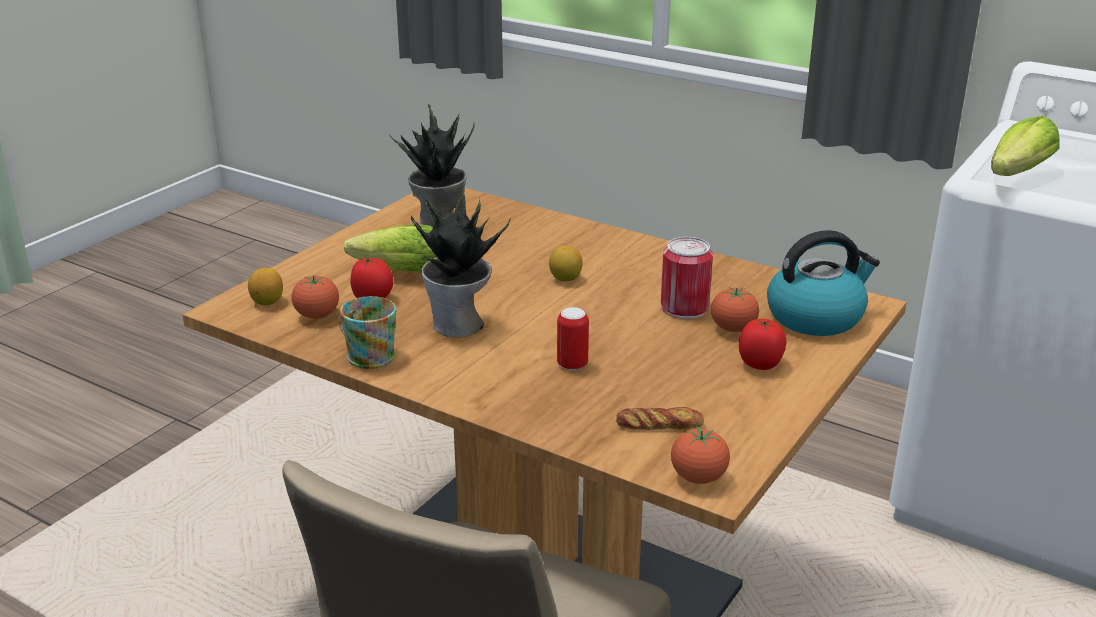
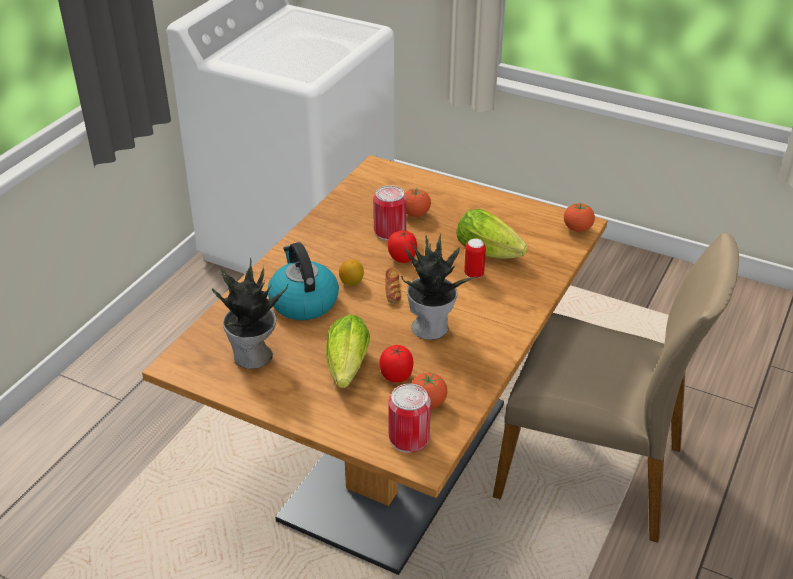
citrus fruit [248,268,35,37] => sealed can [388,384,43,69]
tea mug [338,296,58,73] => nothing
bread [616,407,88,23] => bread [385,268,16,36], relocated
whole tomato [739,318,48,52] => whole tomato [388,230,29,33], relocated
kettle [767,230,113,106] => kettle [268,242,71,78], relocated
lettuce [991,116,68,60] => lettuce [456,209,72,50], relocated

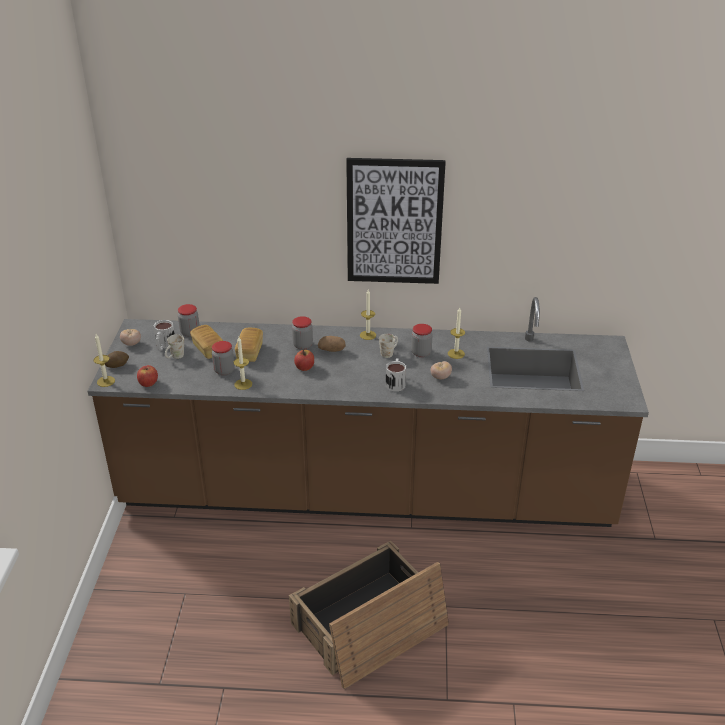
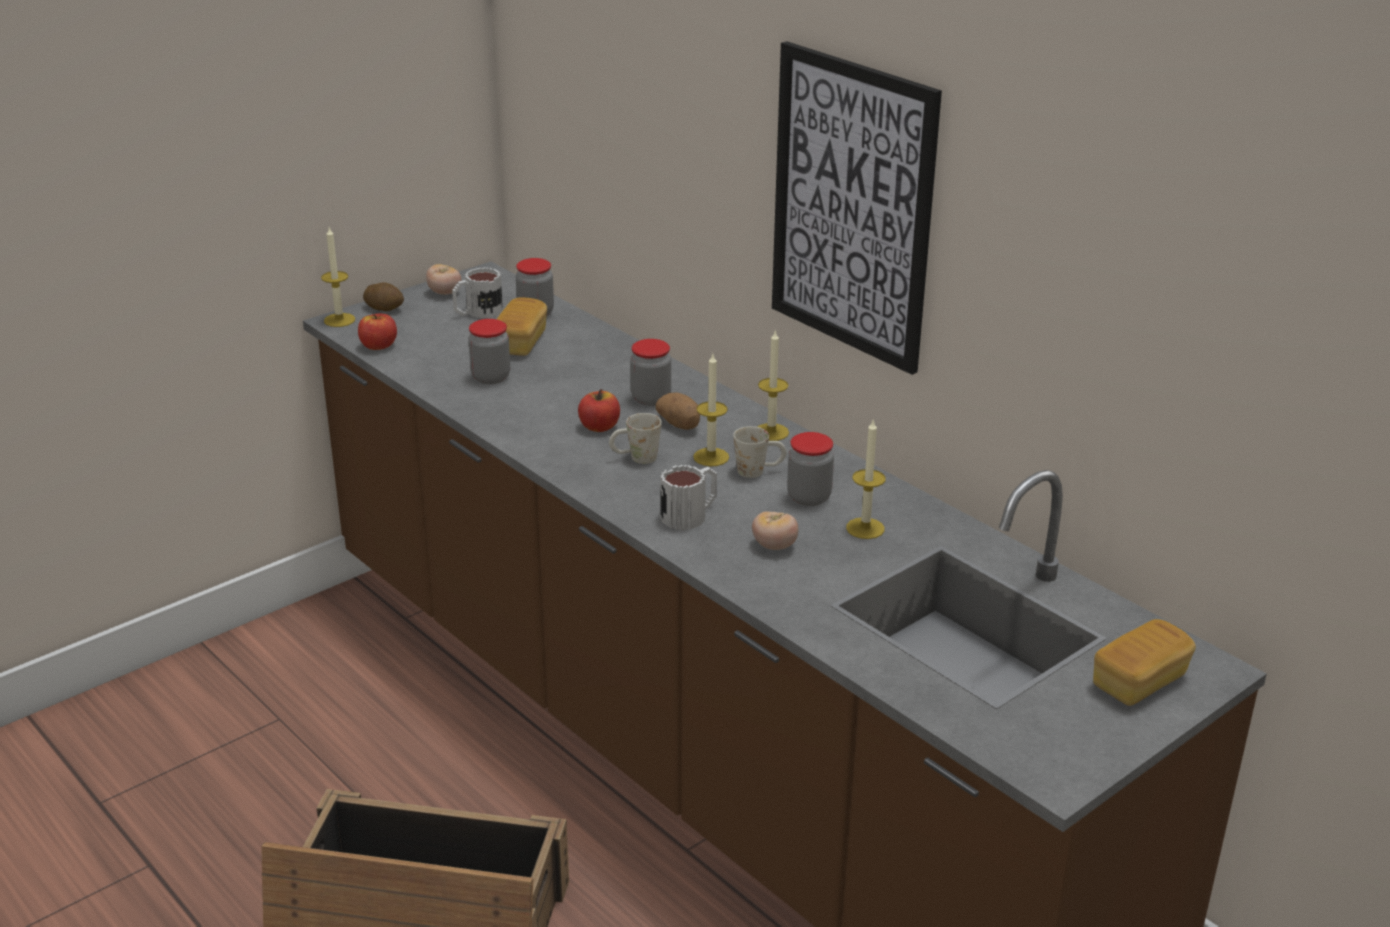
tea mug/whitish [165,334,19,25] => tea mug/whitish [609,413,53,51], relocated
wax candle [234,337,18,53] => wax candle [693,354,36,112], relocated
bread [235,328,28,34] => bread [1093,619,103,87], relocated

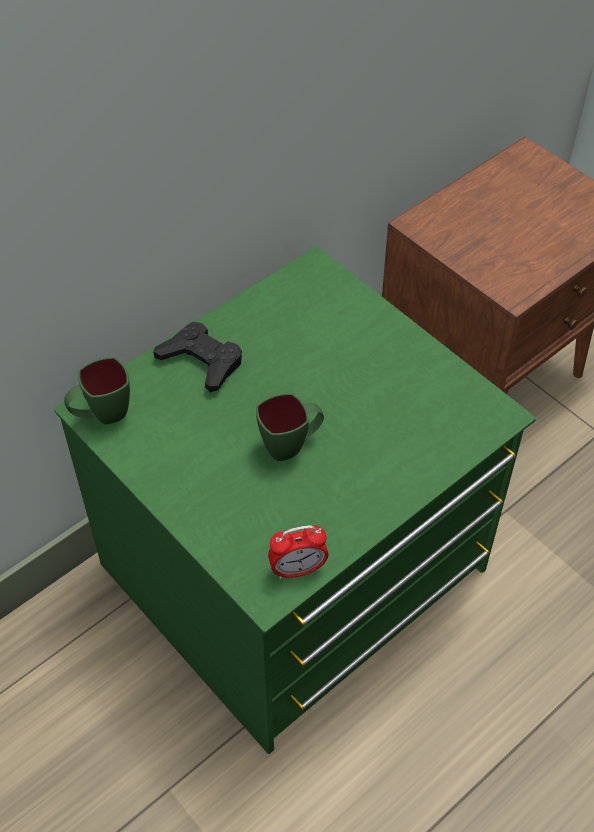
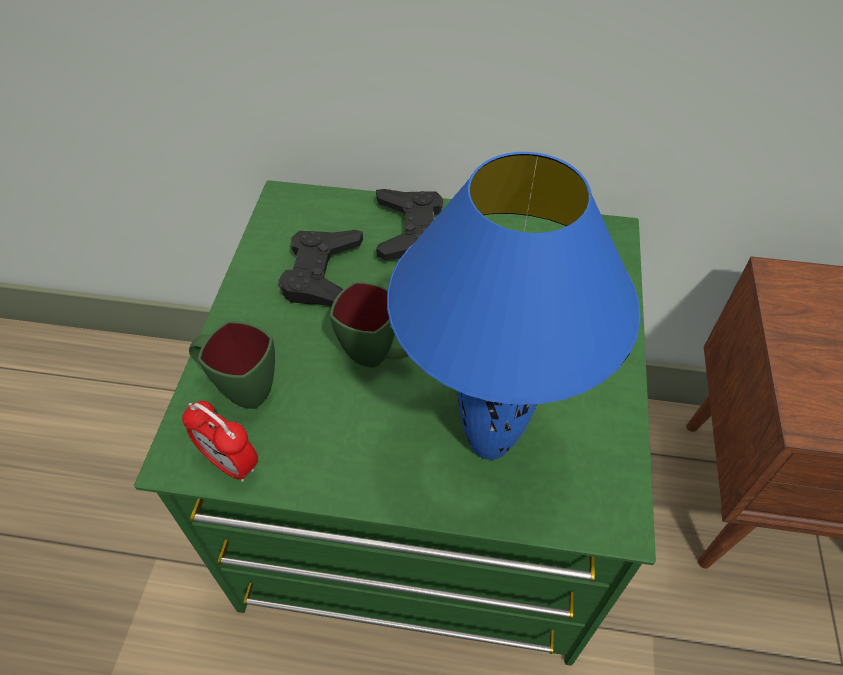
tea mug/green-coloured [64,357,66,67] => tea mug/green-coloured [189,321,86,88], relocated
nothing => game controller/black-coloured [278,230,85,77]
nothing => tabletop lamp/bluish [387,152,254,308]

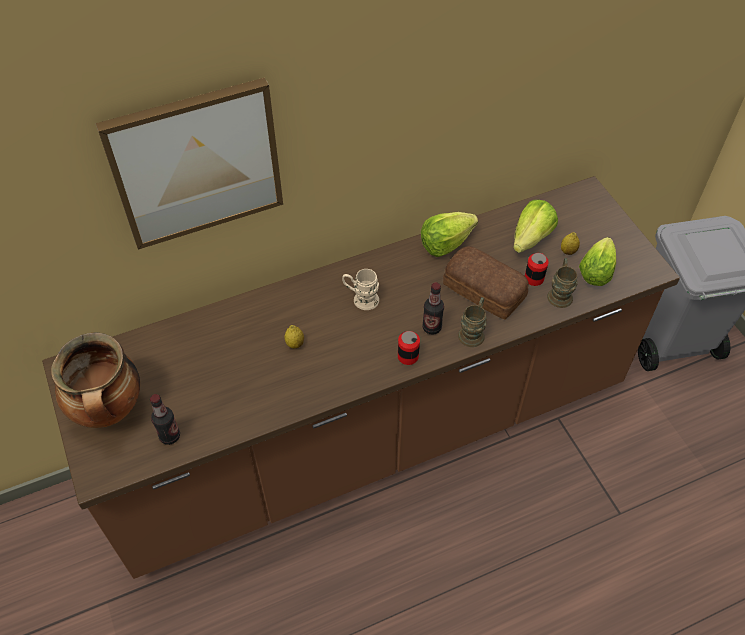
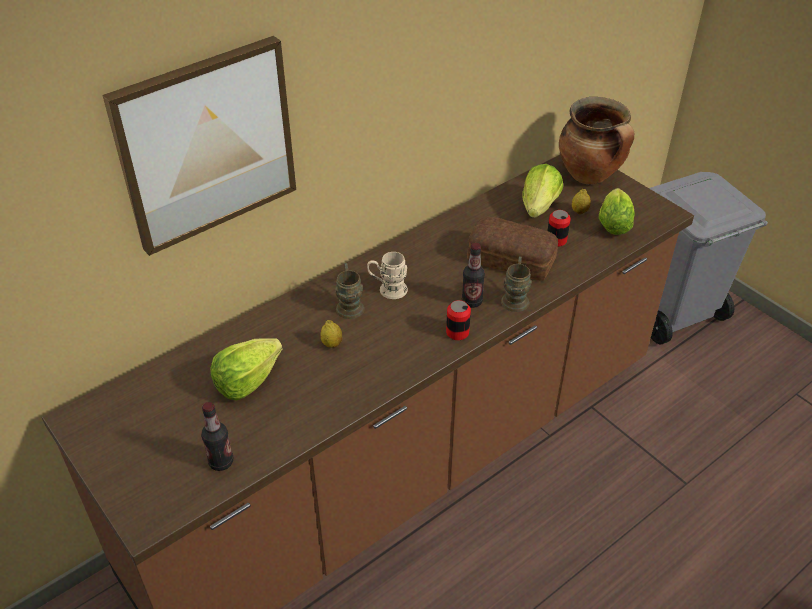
cooking pot [51,332,89,96] => cooking pot [559,97,75,88], relocated
lettuce [421,212,57,45] => lettuce [210,338,72,62], relocated
tea mug/brownish [547,258,31,50] => tea mug/brownish [335,263,30,56], relocated

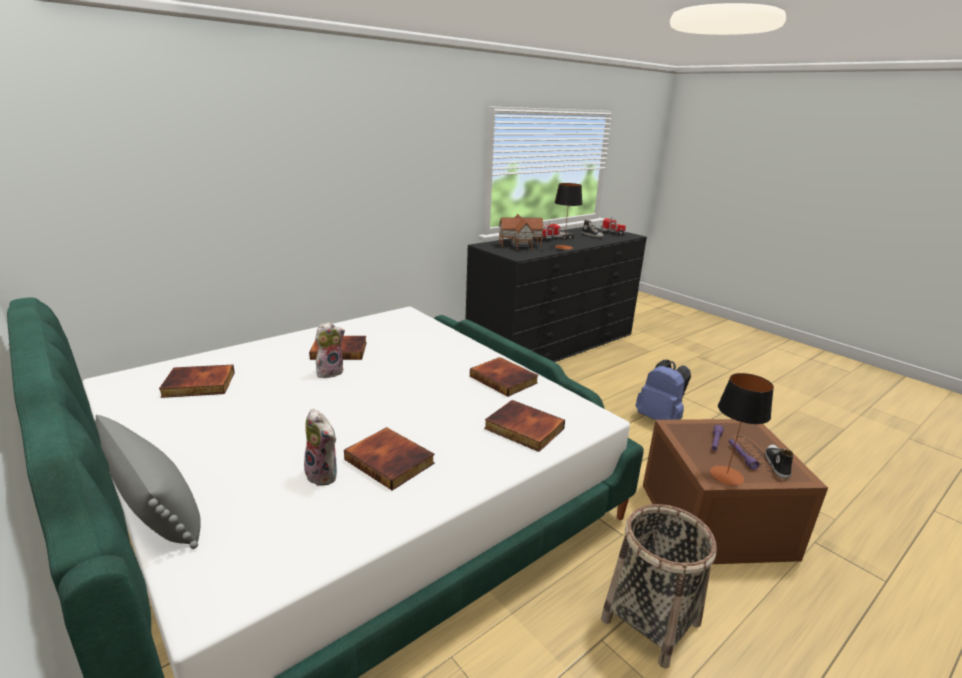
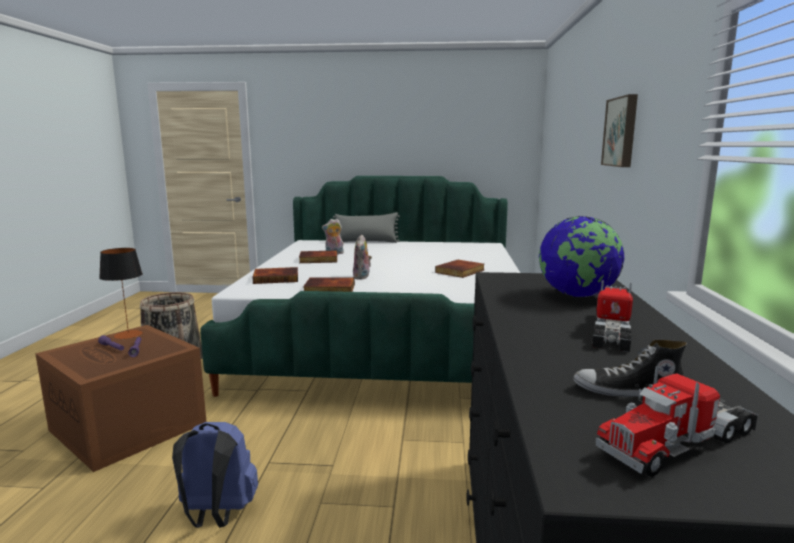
book [159,365,76,33] => nothing
soft toy [315,322,30,56] => soft toy [353,234,19,46], relocated
miniature house [499,214,45,36] => desk globe [539,216,86,81]
tabletop lamp [554,183,28,67] => nothing
shoe [765,445,28,34] => nothing
nothing => wall art [601,94,37,73]

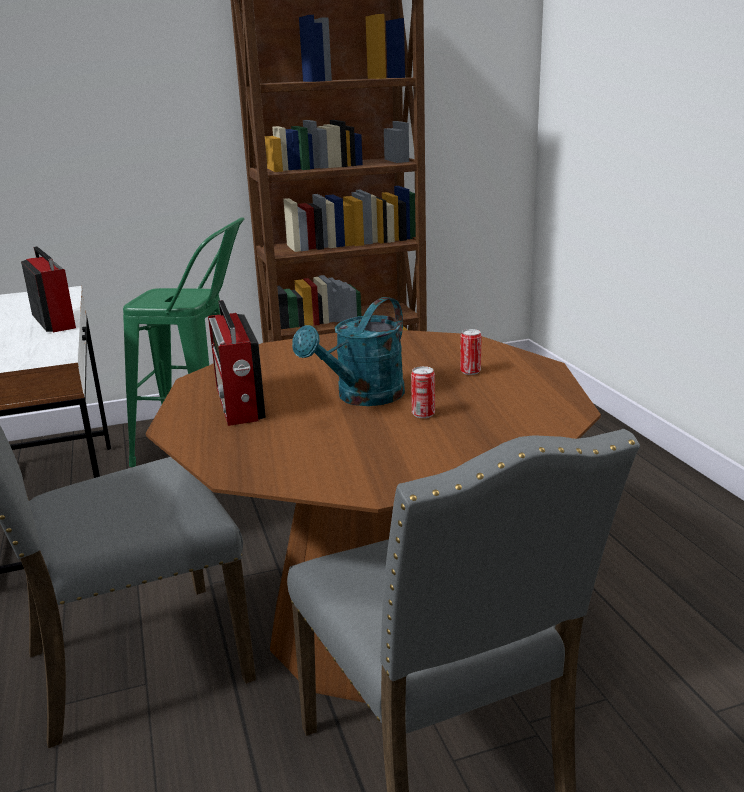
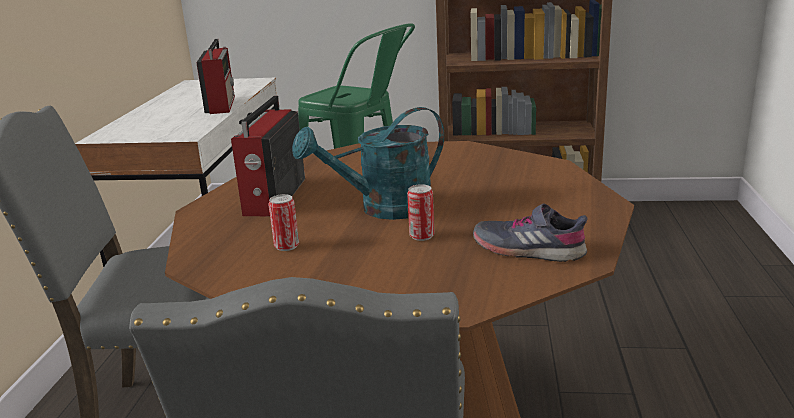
sealed can [460,329,22,46] => sealed can [268,194,31,57], relocated
nothing => shoe/gray [473,203,115,59]

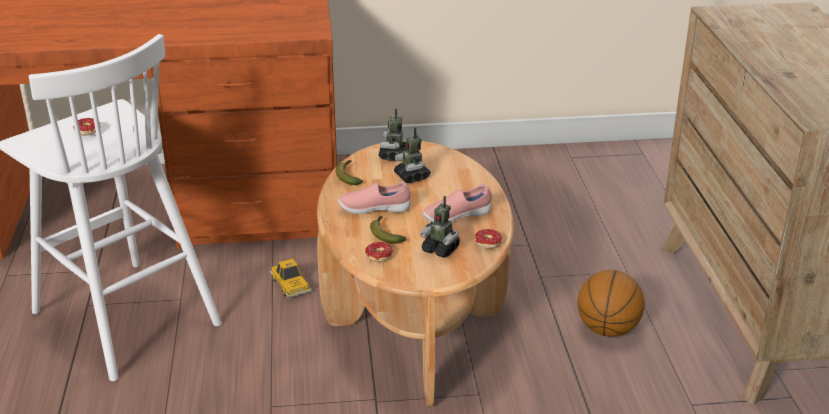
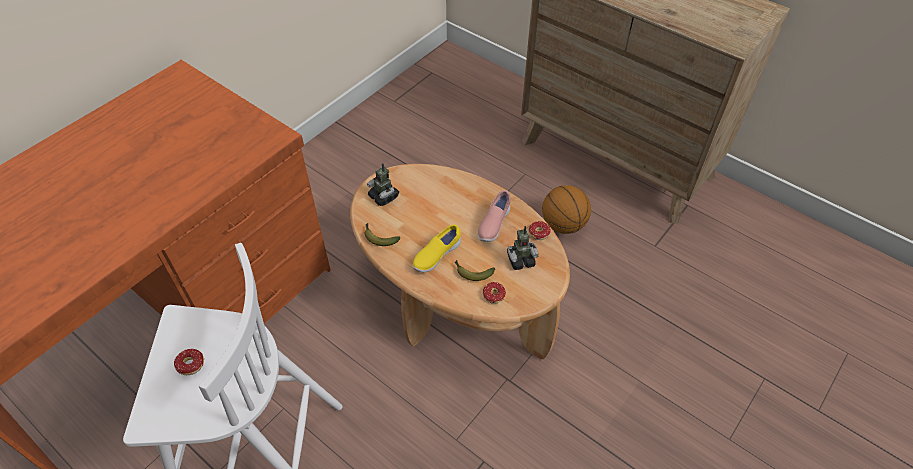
toy car [270,258,42,40] => nothing
shoe/pink-coloured [338,182,73,32] => shoe/yellow [412,224,49,48]
robot figure [394,128,37,55] => nothing

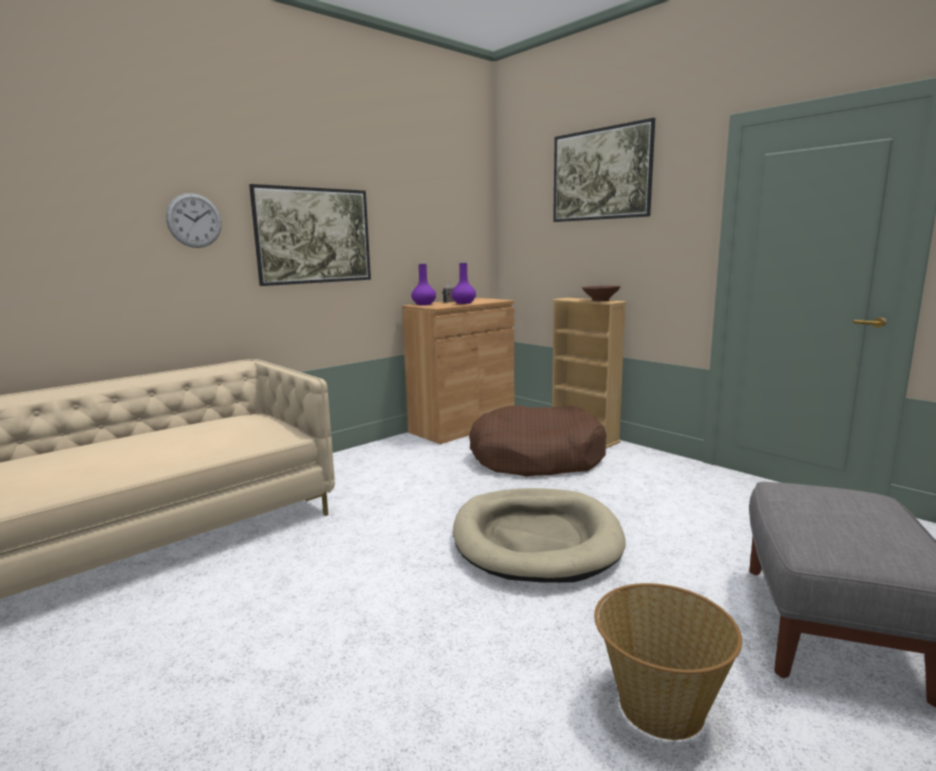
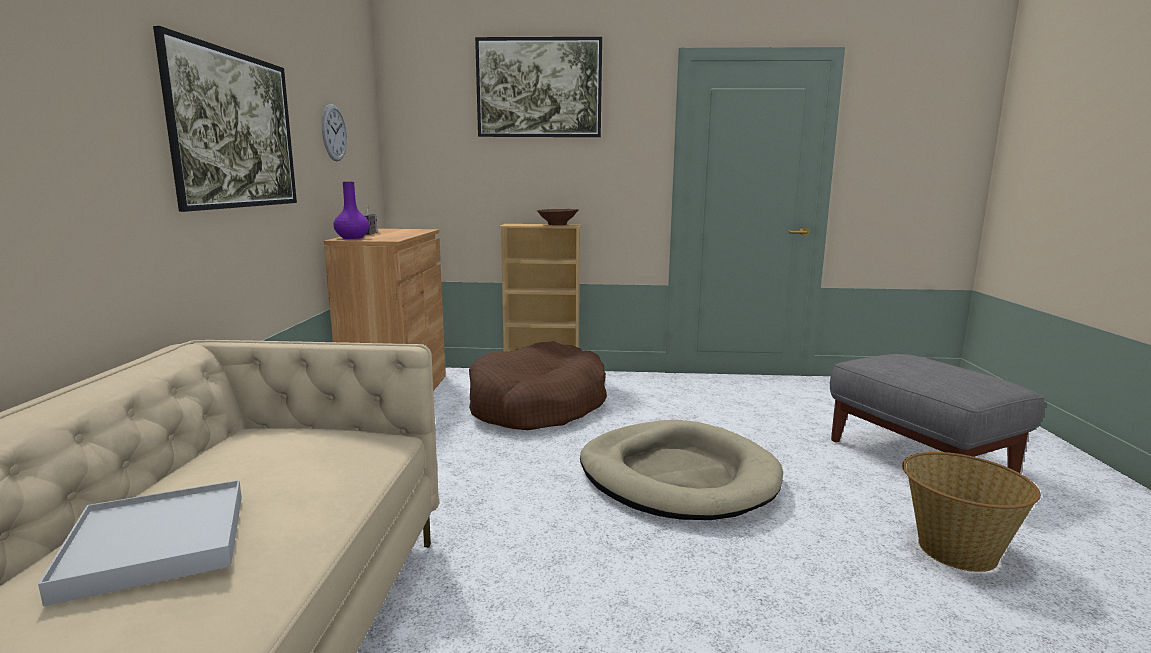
wall clock [166,193,56,55] => wall clock [322,104,25,57], relocated
vase/purple [452,263,24,41] => nothing
nothing => carrying tray/whitish [38,480,204,126]

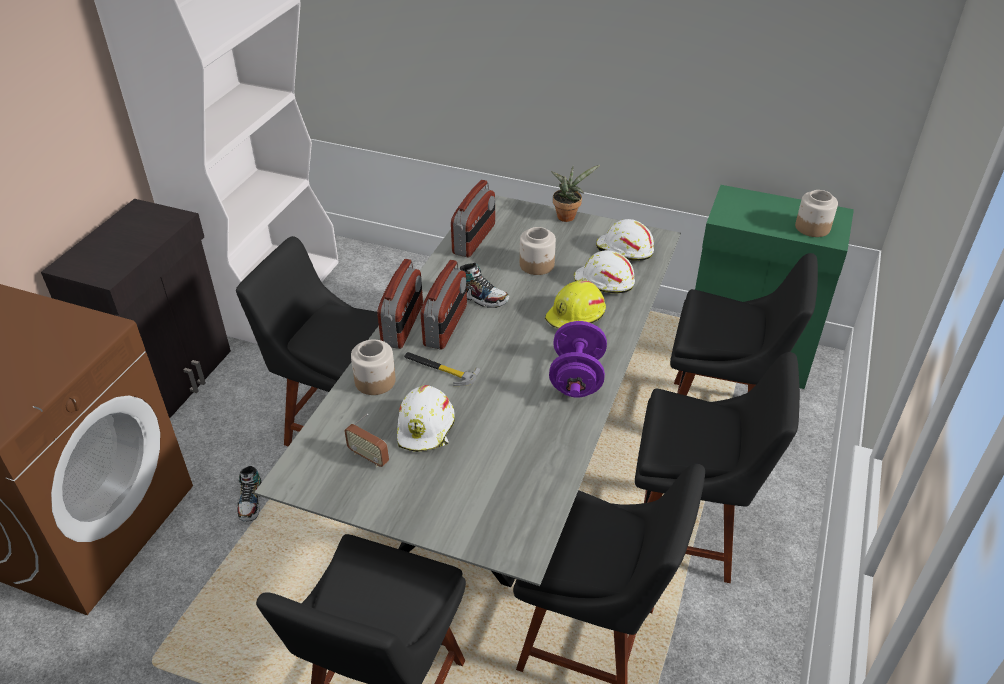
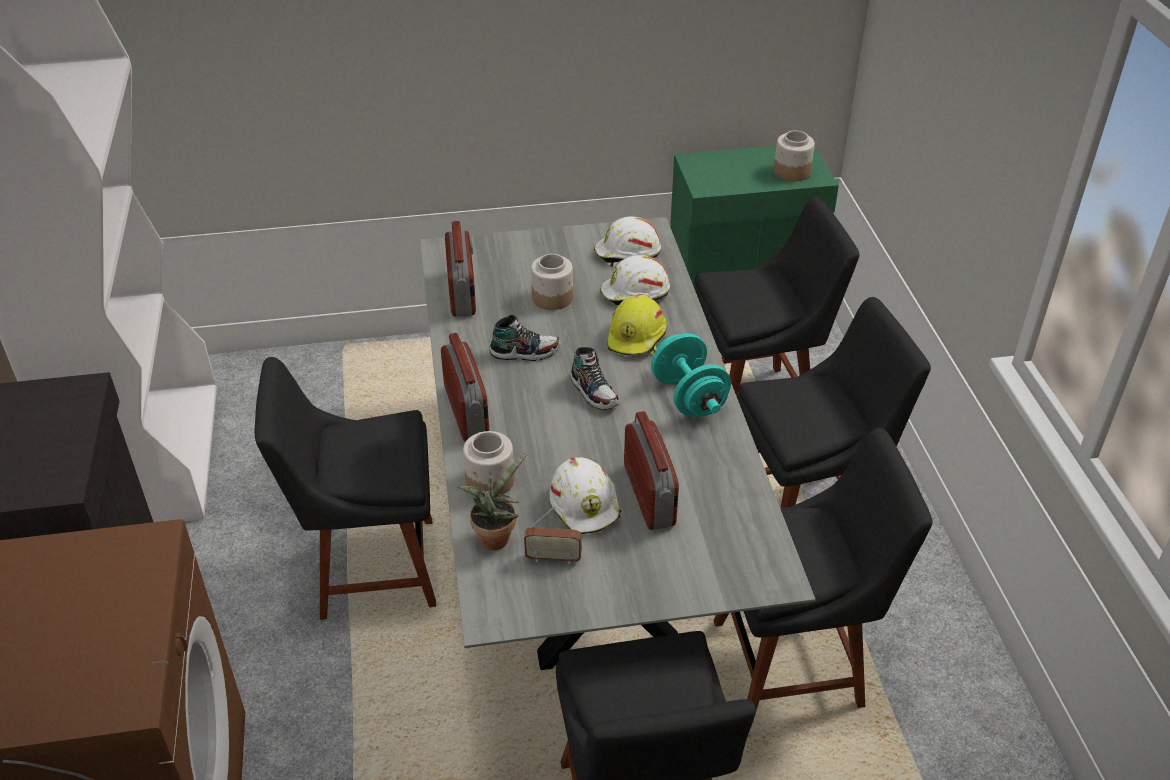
shoe [237,466,25,55] => shoe [570,347,50,63], relocated
hand hammer [404,352,76,34] => nothing
radio set [421,260,46,89] => radio set [624,411,55,119], relocated
hand weight/purple [549,321,58,77] => hand weight/turquoise [651,333,80,84]
potted plant [551,165,49,57] => potted plant [457,452,71,98], relocated

